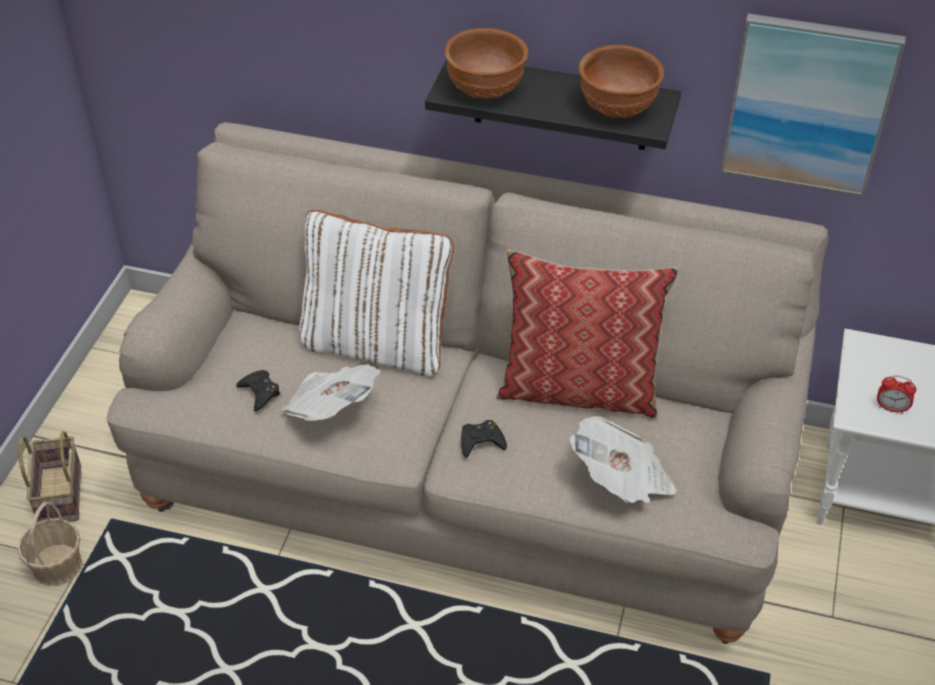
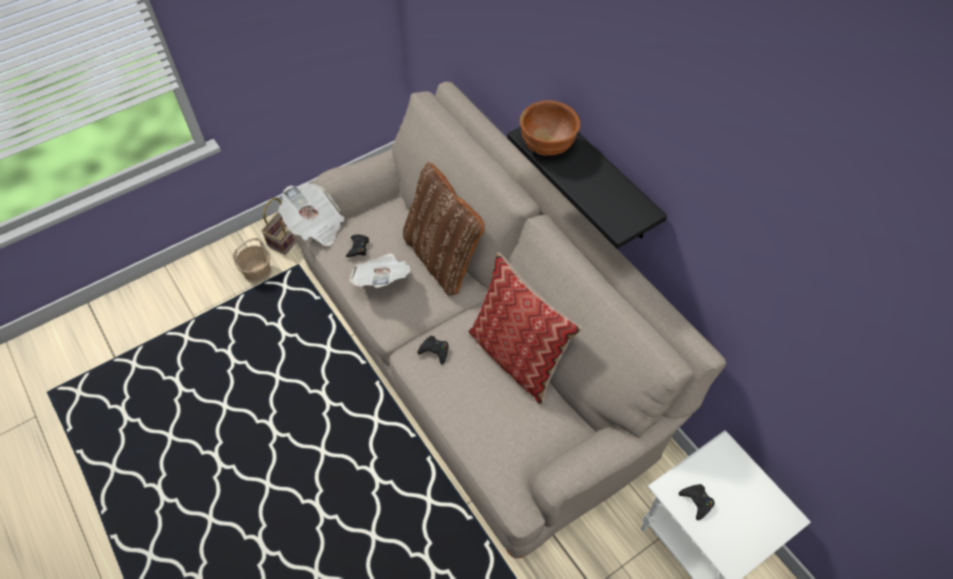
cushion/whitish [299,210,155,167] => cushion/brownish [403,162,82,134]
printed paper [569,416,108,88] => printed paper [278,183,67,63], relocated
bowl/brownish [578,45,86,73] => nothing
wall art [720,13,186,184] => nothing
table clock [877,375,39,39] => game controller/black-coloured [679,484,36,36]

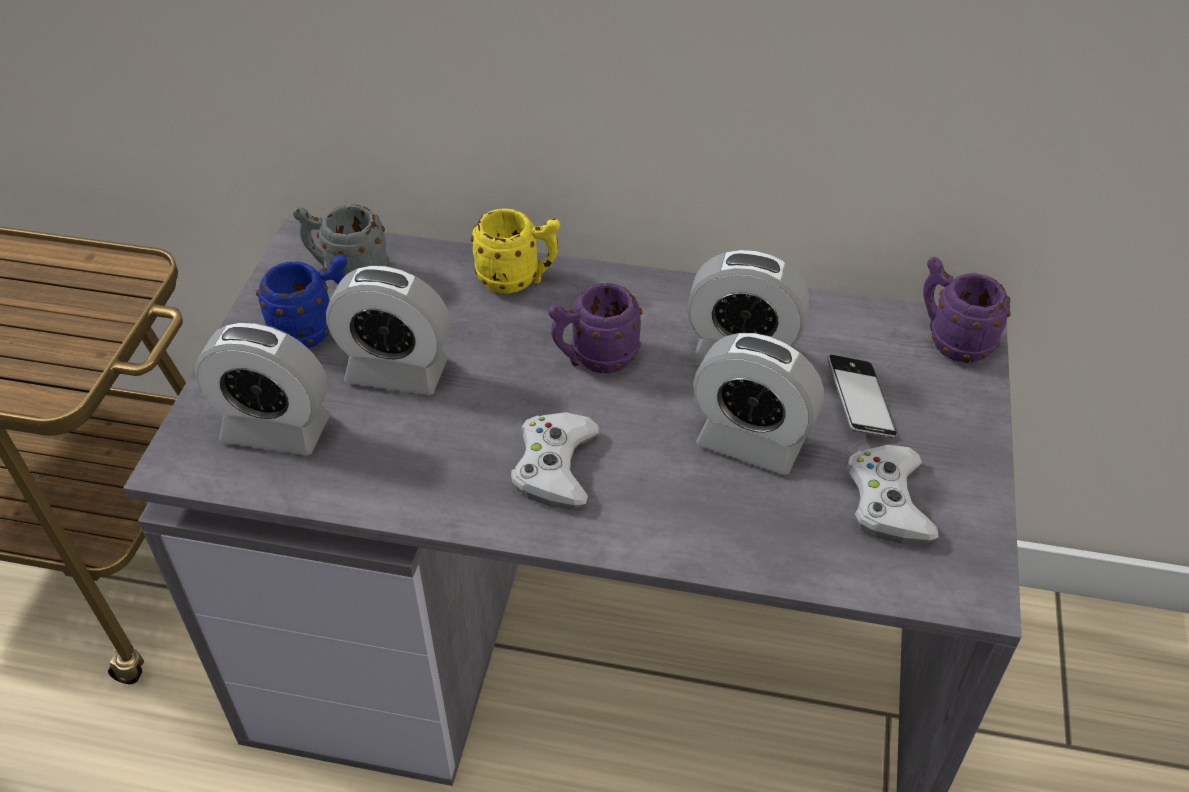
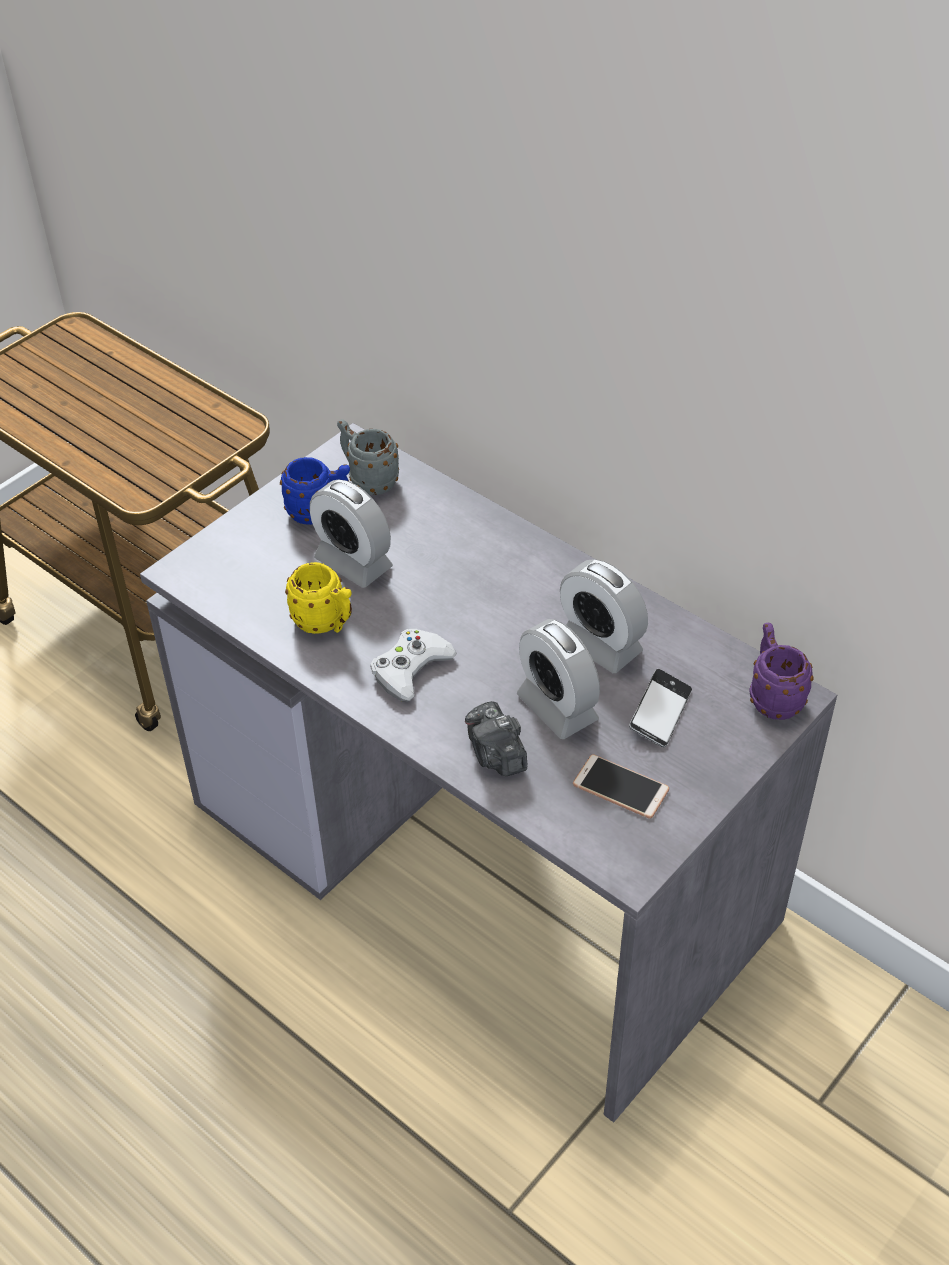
table clock [195,322,135,134] => nothing
tea mug/yellow [471,208,89,86] => tea mug/yellow [285,562,67,72], relocated
tea mug/purple [548,283,95,90] => nothing
game controller/whitish [847,445,92,99] => phone [573,754,96,65]
nothing => still camera [465,701,62,75]

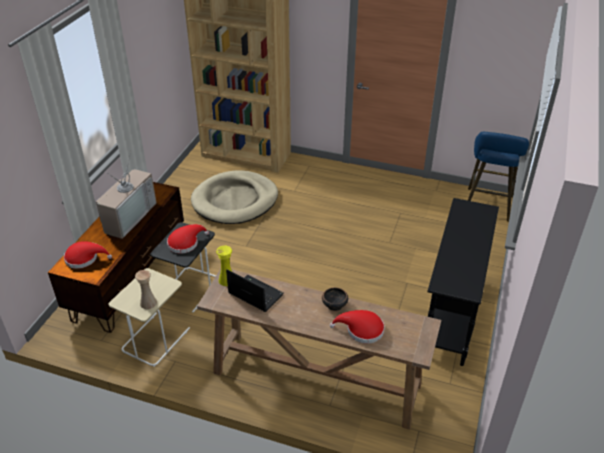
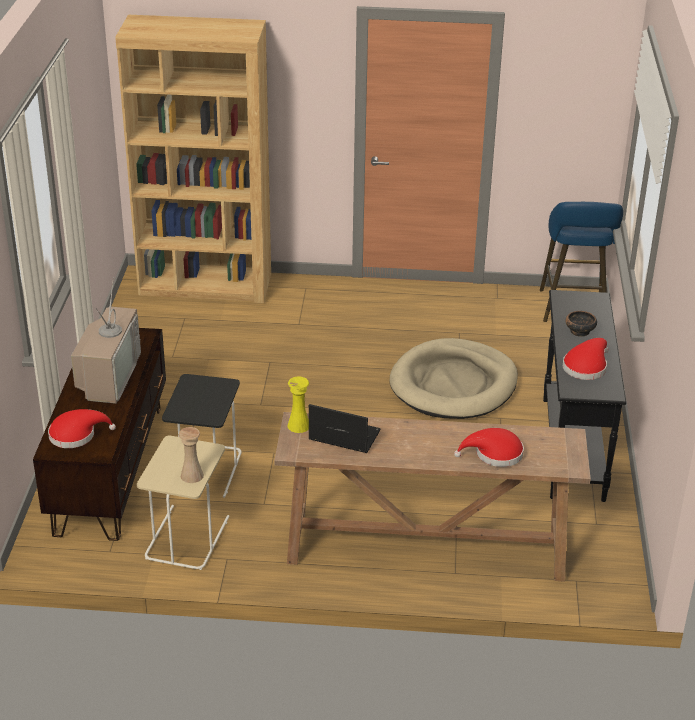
wearable hat/red [167,224,42,30] => wearable hat/red [563,338,46,42], relocated
dog bed/beige [191,170,87,54] => dog bed/beige [390,338,128,81], relocated
bowl [322,287,26,24] => bowl [565,311,32,26], relocated

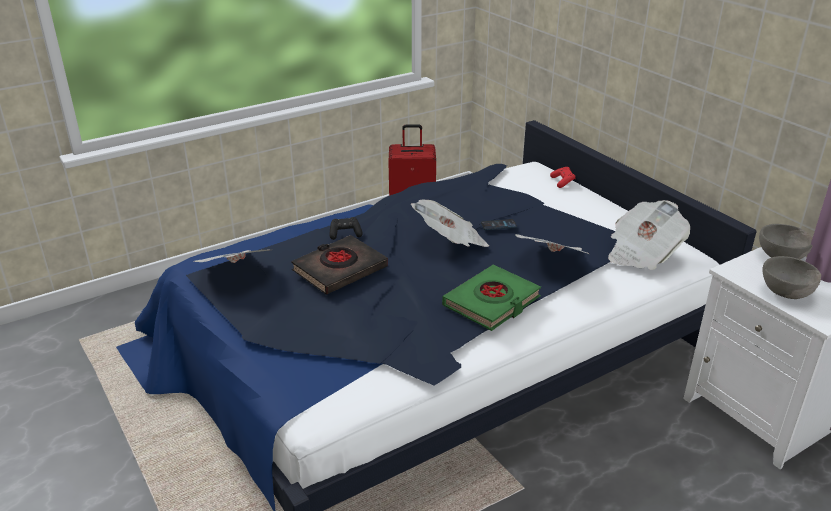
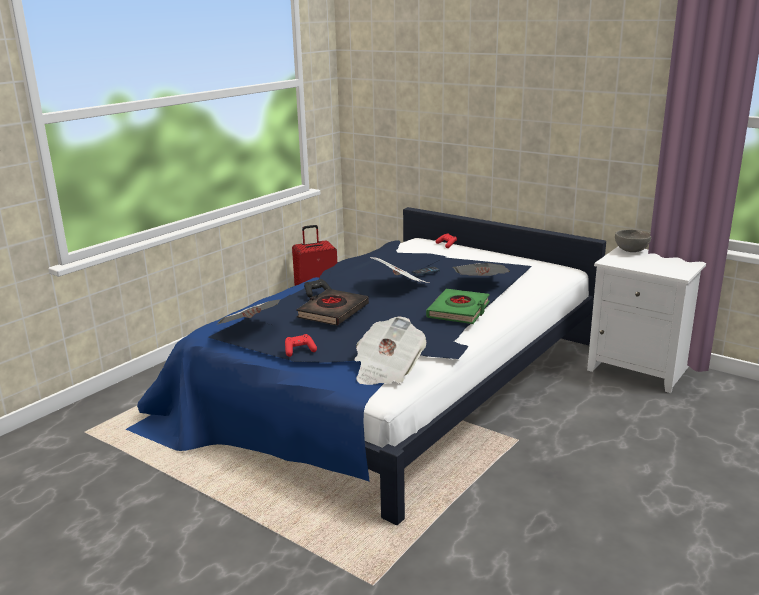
printed paper [608,200,82,70] => printed paper [354,316,72,69], relocated
bowl/gray [763,256,58,43] => nothing
nothing => game controller/red [285,334,32,23]

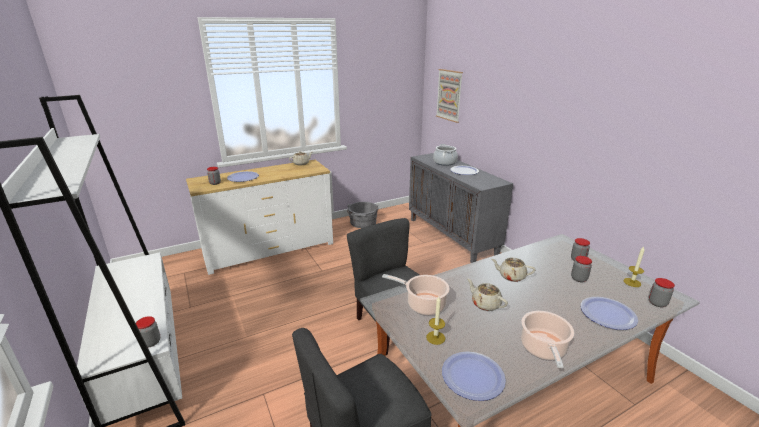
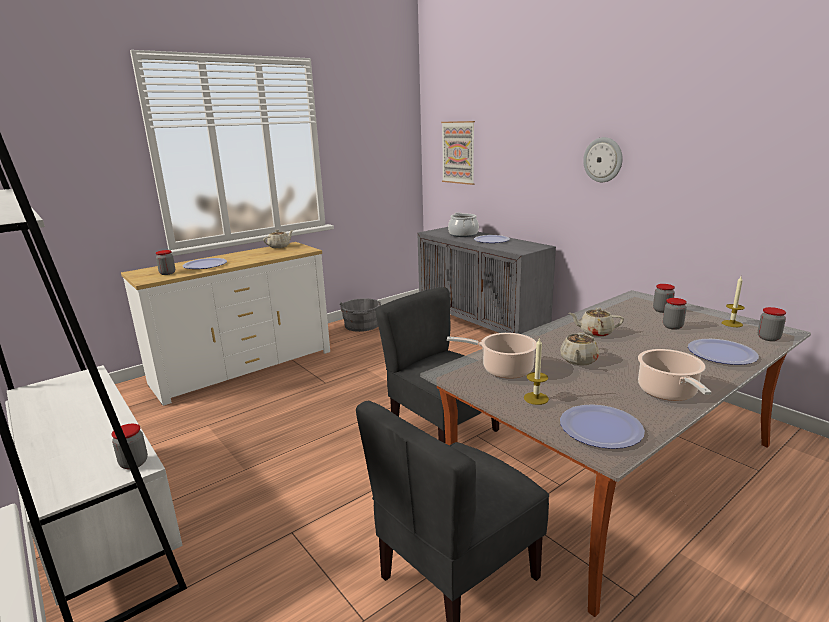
pot for tea/beige [467,279,41,32] => pot for tea/beige [560,332,39,34], 105 degrees counterclockwise
nothing => wall clock [583,137,40,45]

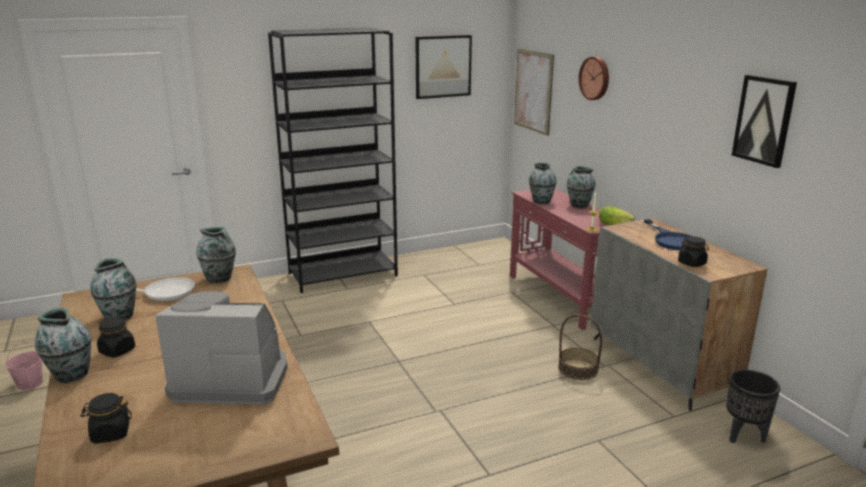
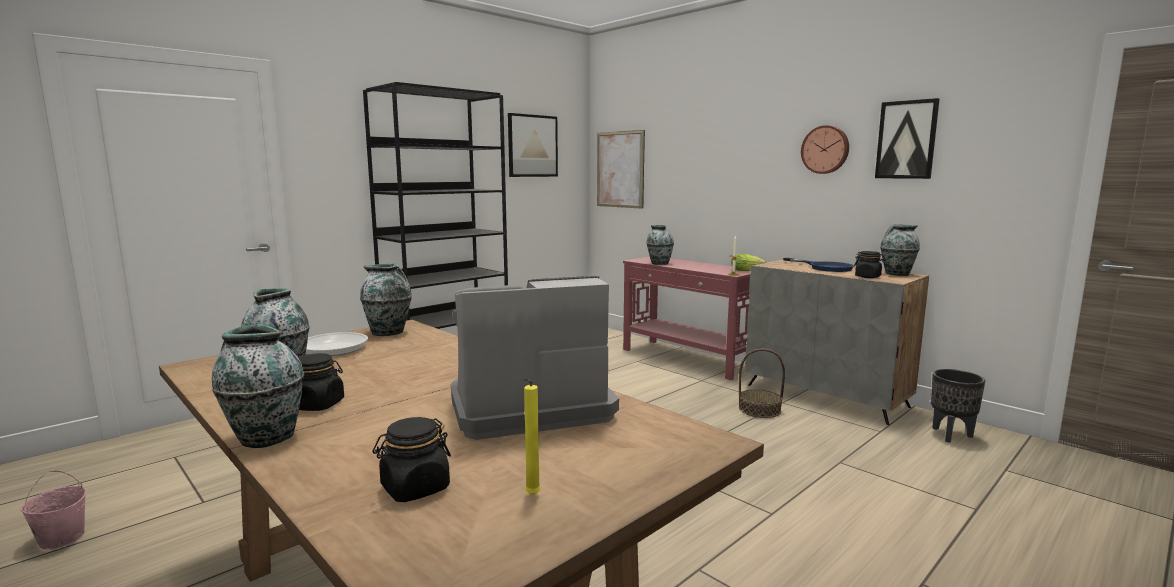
vase [567,166,28,42] => vase [880,224,40,52], relocated
wall clock [579,57,30,43] => wall clock [801,125,48,49], relocated
nothing => wax candle/yellow [523,378,18,117]

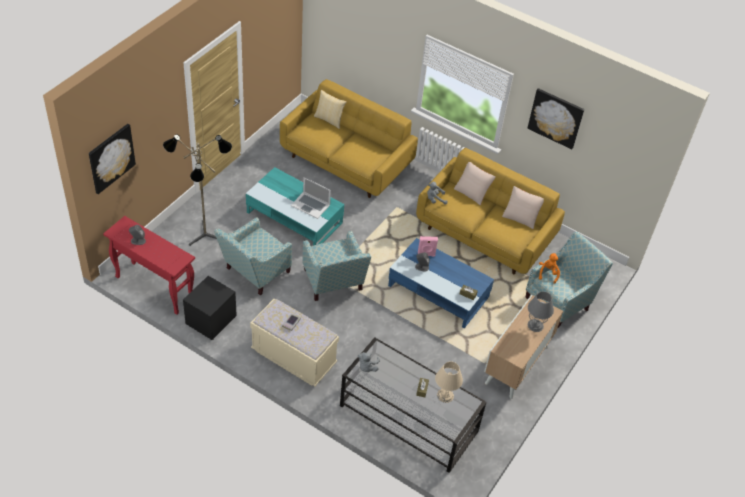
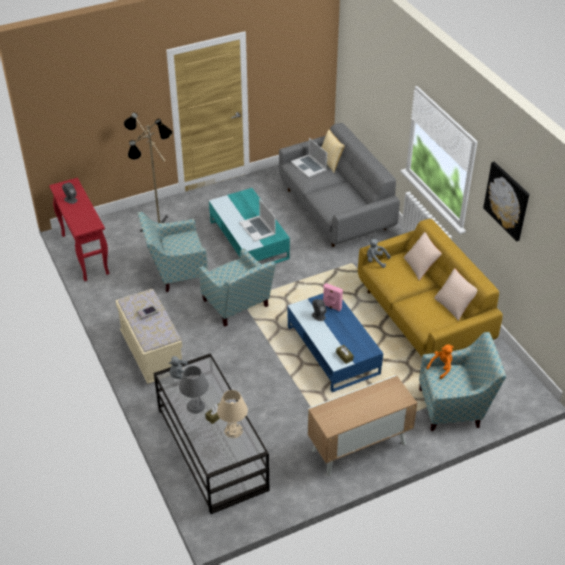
wall art [89,124,47,70] => nothing
bedside table/black-coloured [183,276,54,64] => nothing
sofa/yellow [280,79,138,119] => sofa/gray [279,123,121,124]
easy chair [302,231,69,70] => easy chair [199,248,77,79], 45 degrees counterclockwise
tabletop lamp/gray [528,291,26,41] => tabletop lamp/gray [179,366,30,48], relocated
nothing => laptop [291,138,36,40]

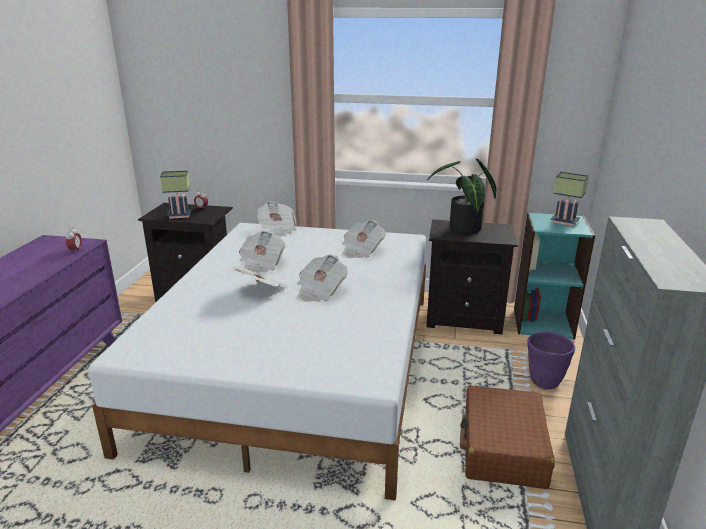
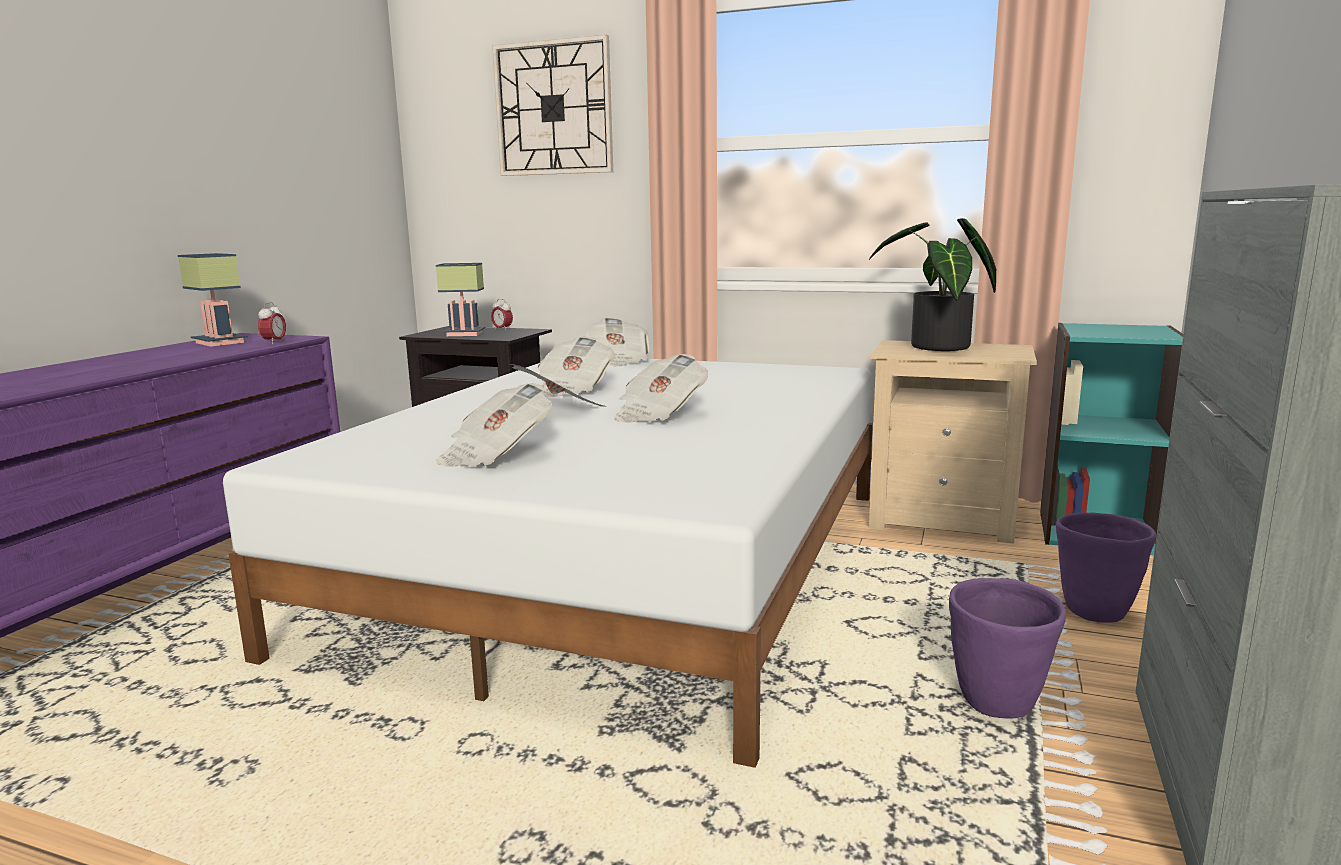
printed paper [342,220,43,38] => printed paper [437,383,115,84], relocated
bedside table/black-coloured [427,219,91,116] => bedside table/beige [869,340,168,204]
piece of luggage/brownish [460,385,95,104] => planter/purple [949,578,117,141]
tabletop lamp [550,172,39,54] => tabletop lamp [178,253,70,94], relocated
nothing => wall clock [492,34,121,142]

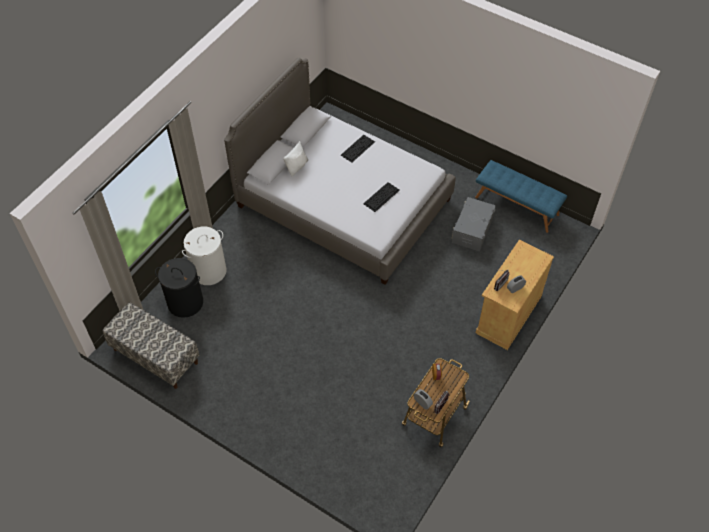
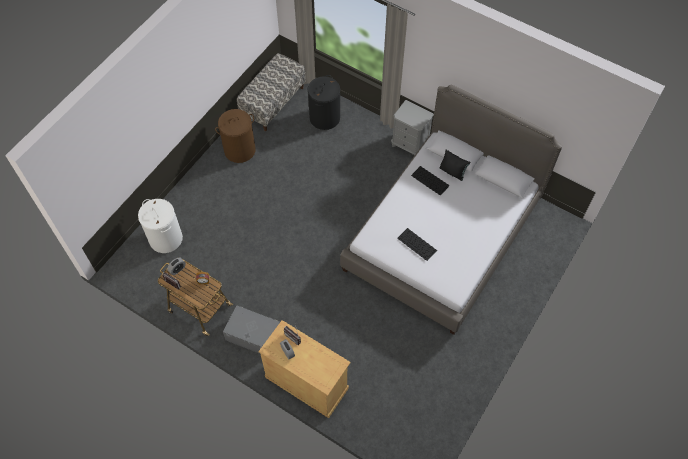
hamper/whitish [182,226,45,59] => hamper/whitish [138,199,45,54], relocated
cushion/whitish [283,141,25,36] => cushion/black-coloured [439,150,32,31]
PC keyboard [341,135,34,27] => PC keyboard [411,166,39,30], relocated
storage bin/gray [452,197,44,54] => storage bin/gray [223,305,57,49], relocated
indoor bench/bluish [475,160,92,73] => nothing
nothing => hamper/brownish [215,109,41,54]
nothing => bedside table/gray [391,100,43,55]

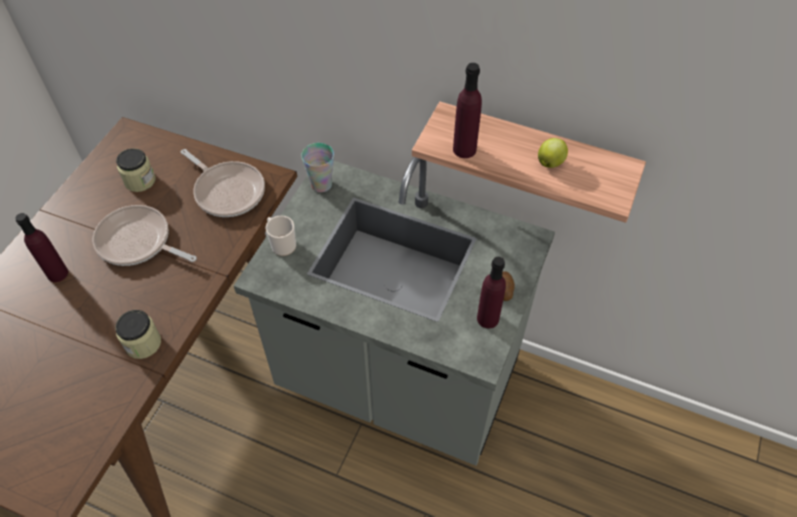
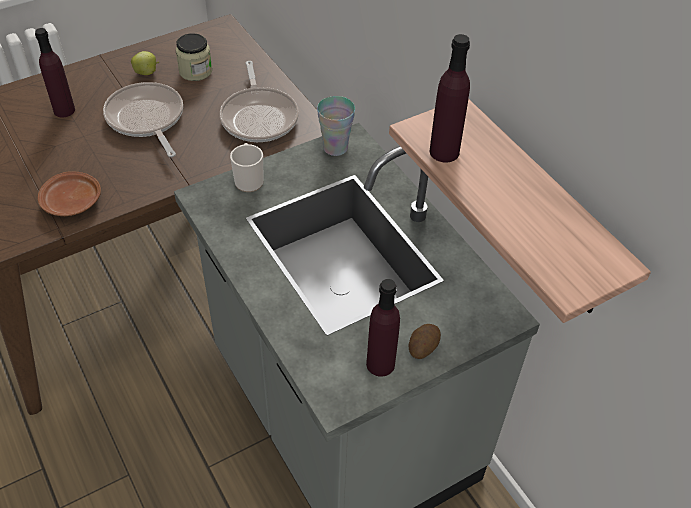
storage jar [115,310,46,49] => plate/brownish [38,171,63,45]
whole apple [538,138,30,30] => whole apple [131,51,28,24], relocated

